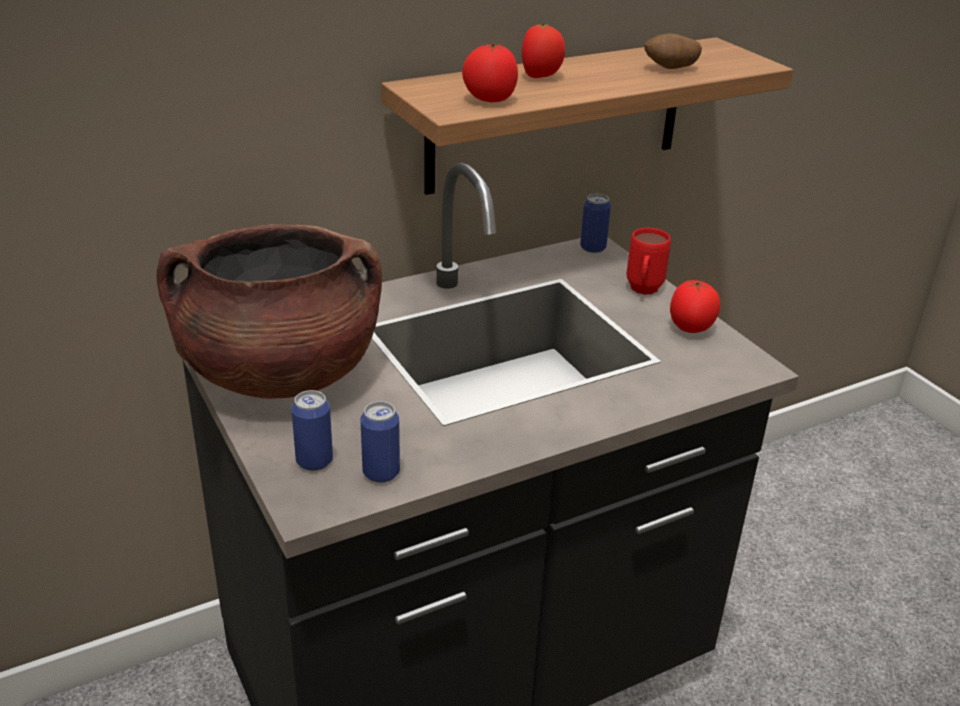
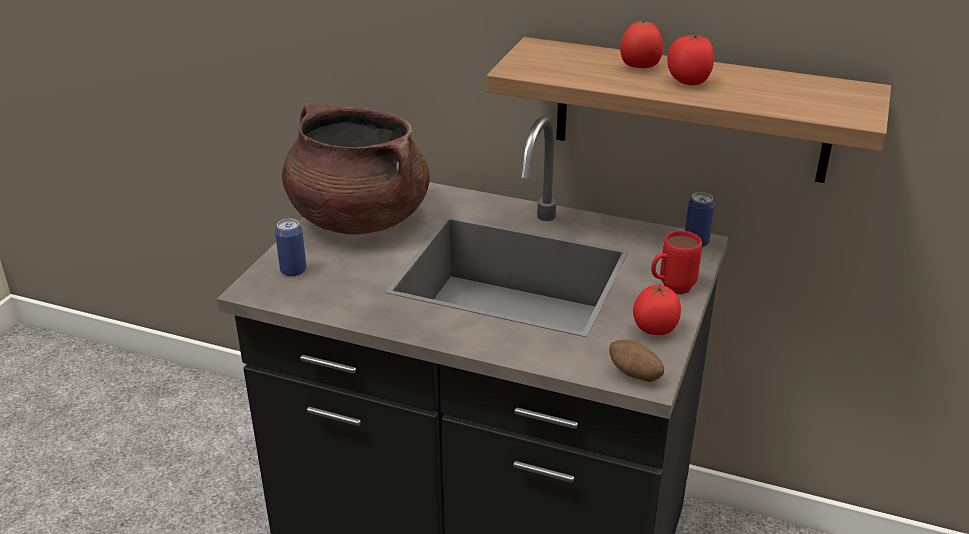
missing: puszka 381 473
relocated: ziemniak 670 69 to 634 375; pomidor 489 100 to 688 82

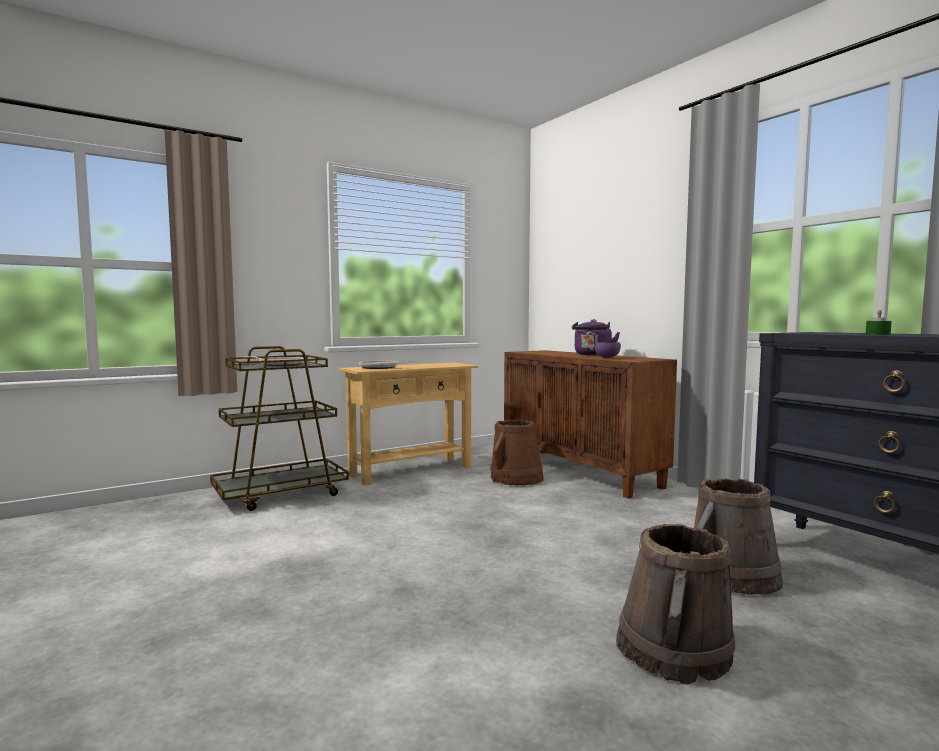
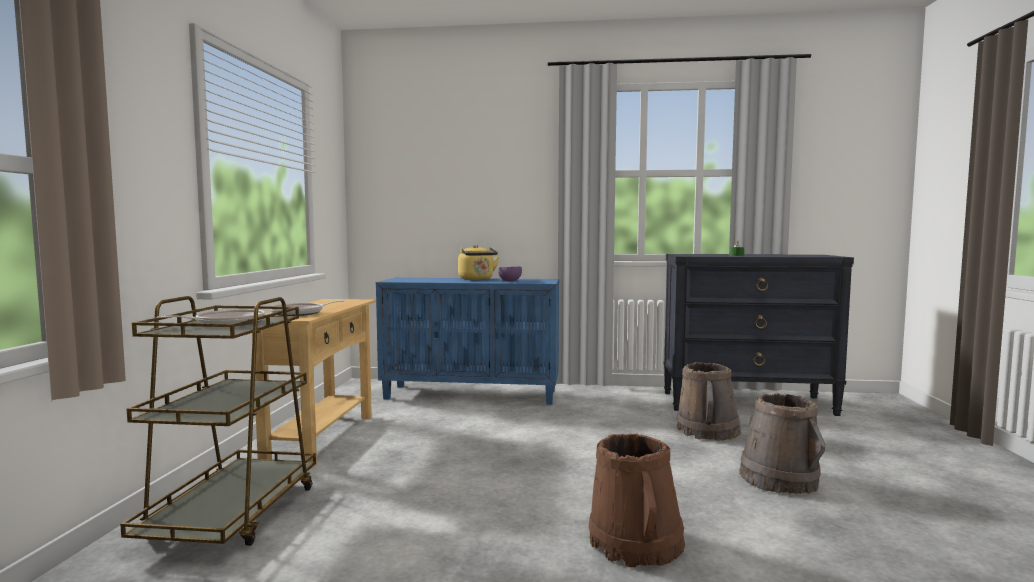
relocated: wiadro (brązowy) 516 479 to 635 543
colour: szafka (brązowy) 581 471 to szafka (niebieski) 472 394; czajnik (fioletowy) 592 355 to czajnik (żółty) 477 279

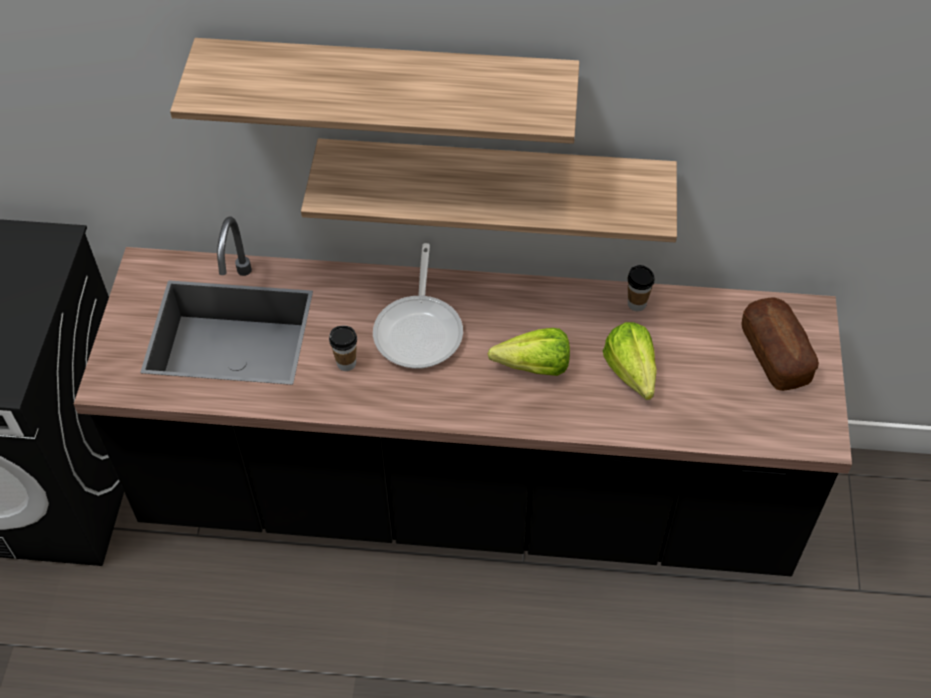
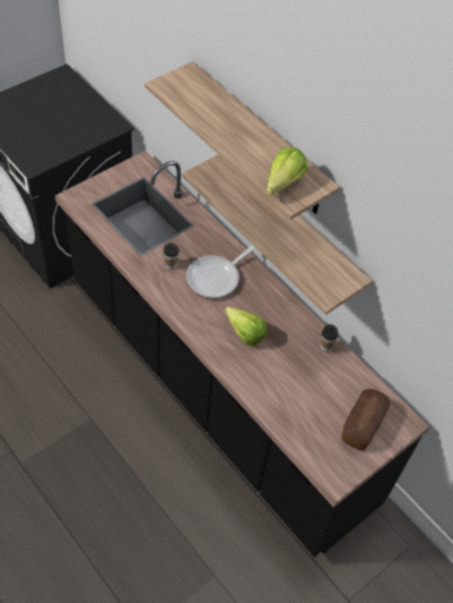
relocated: sałata 632 378 to 279 186

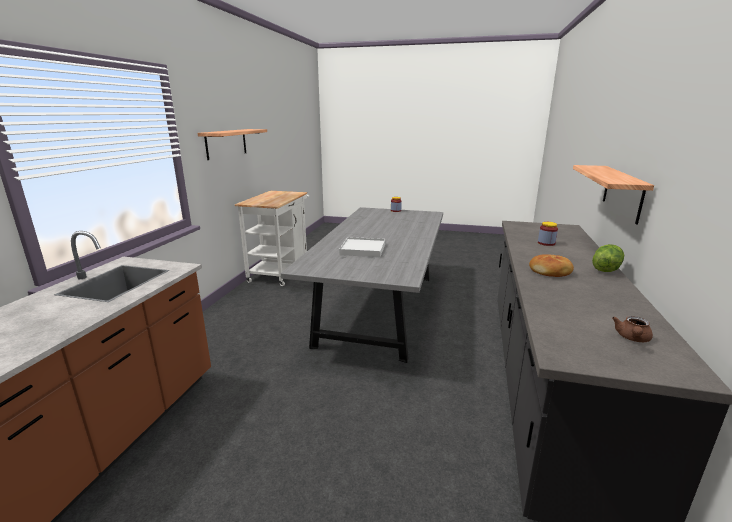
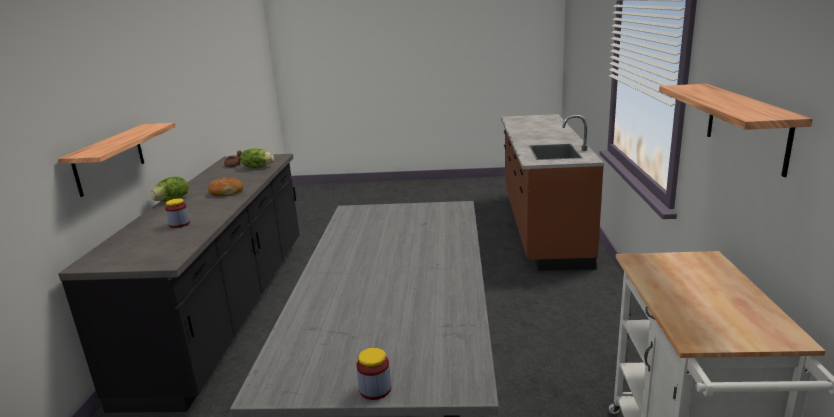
missing: taca (biały) 363 249
appeared: sałata 257 167

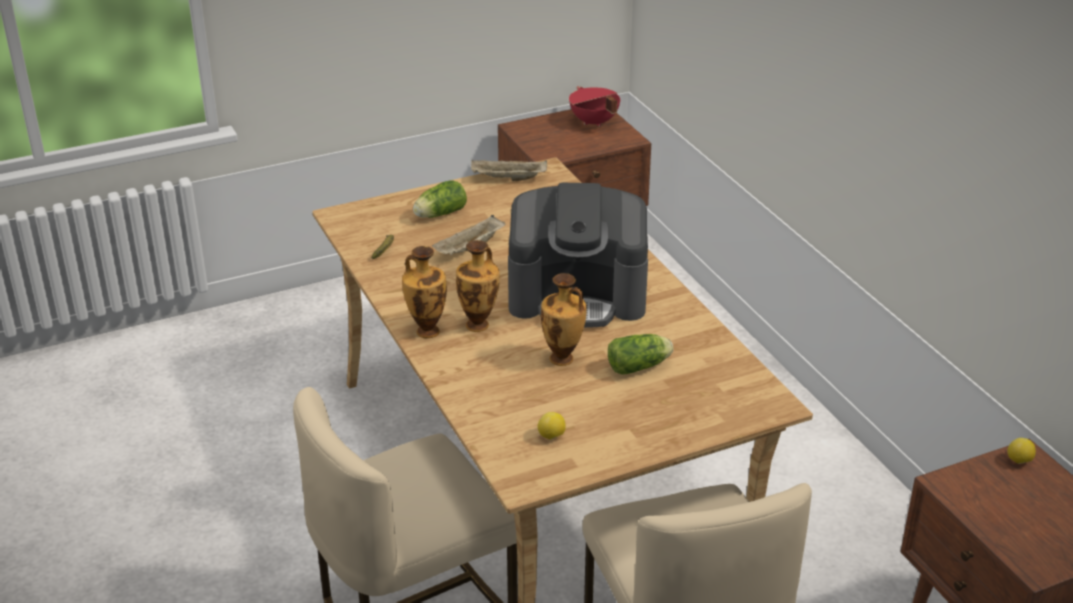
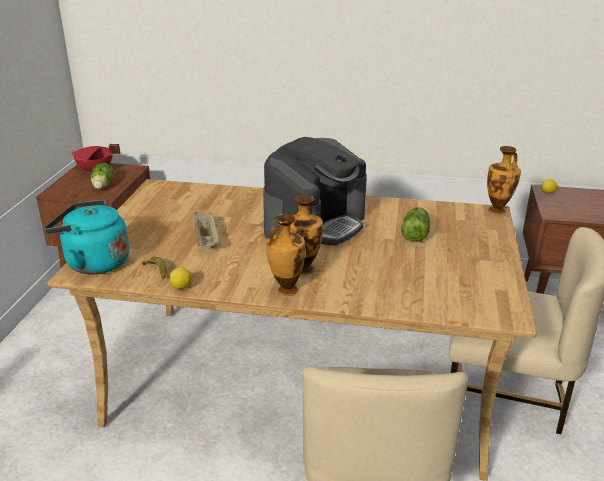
missing: taca (beżowy) 508 179
appeared: czajnik (turkusowy) 94 263
relocated: sałata 439 214 to 102 186; cytryna 551 436 to 181 287; wazon 563 359 to 498 210

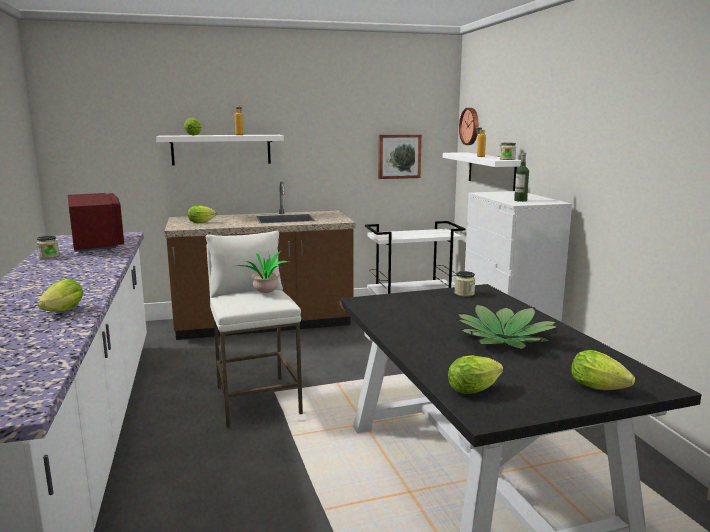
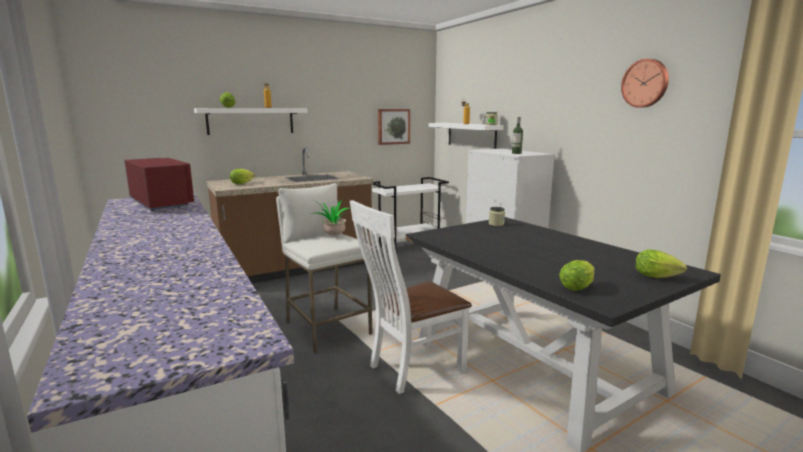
missing: słoik 49 256; sałata 61 312; roślina doniczkowa 504 338
appeared: krzesło (biały) 411 369
relocated: zegar ścienny 470 126 to 645 83

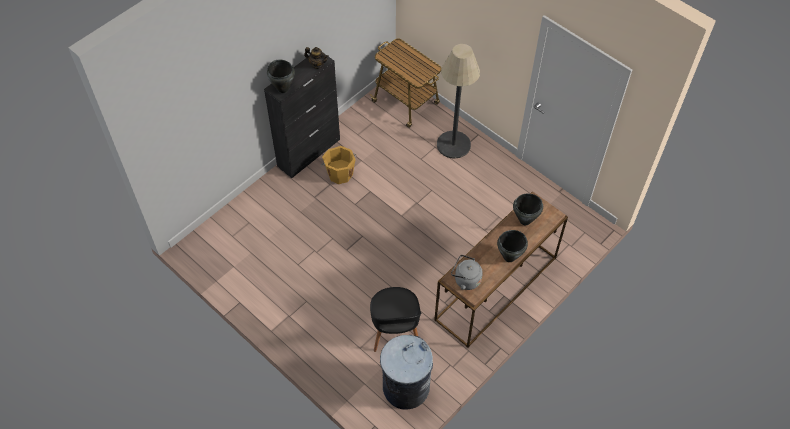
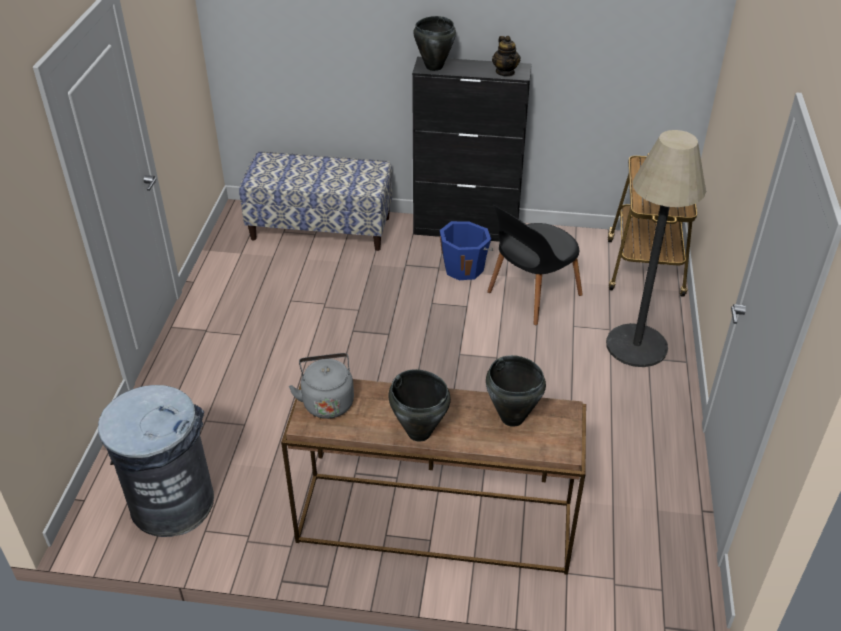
appeared: ławka 321 228
relocated: krzesło (czarny) 395 331 to 531 295
colour: wiadro (pomarańczowy) 340 173 to wiadro (niebieski) 464 268

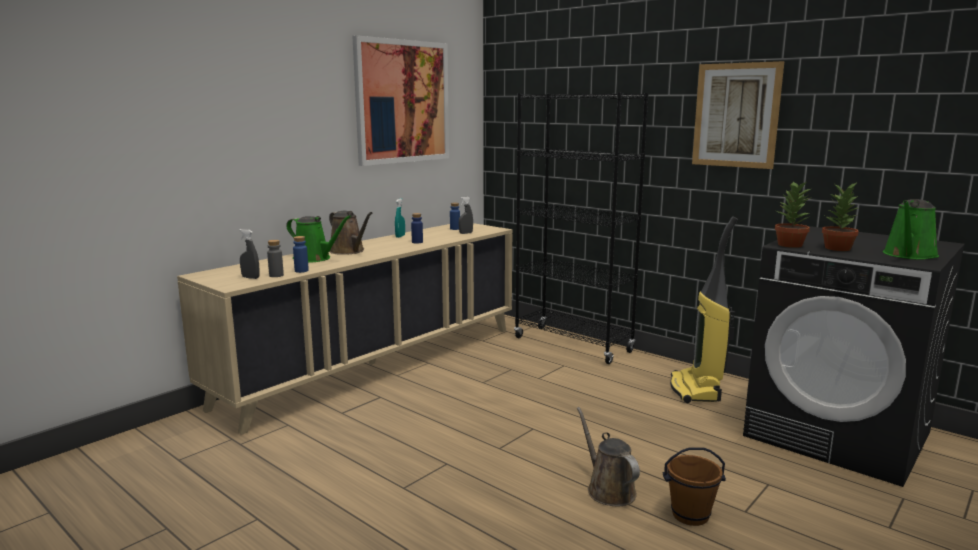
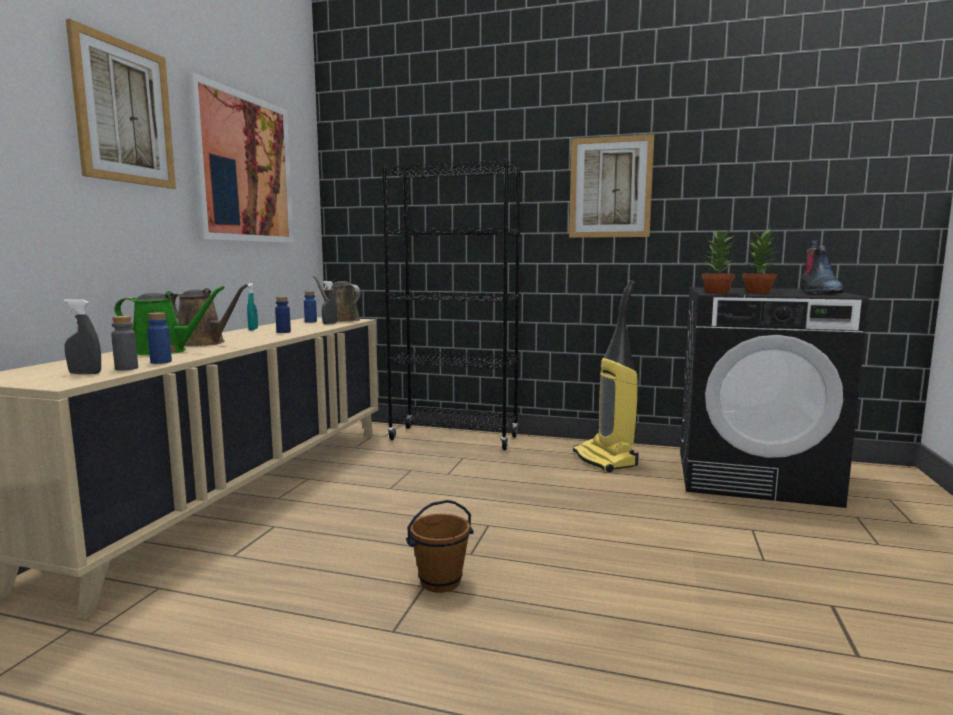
appeared: obraz 124 113
relocated: konewka (brązowy) 608 489 to 340 320; wiadro (brązowy) 690 515 to 440 581
exchanged: konewka (zielony) 909 255 to but z cholewką 818 293

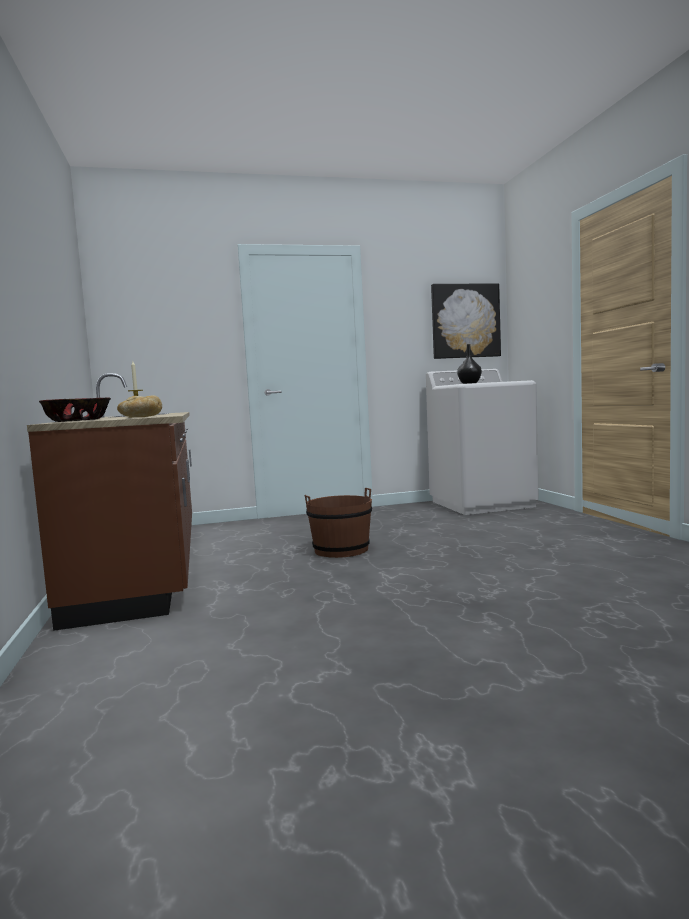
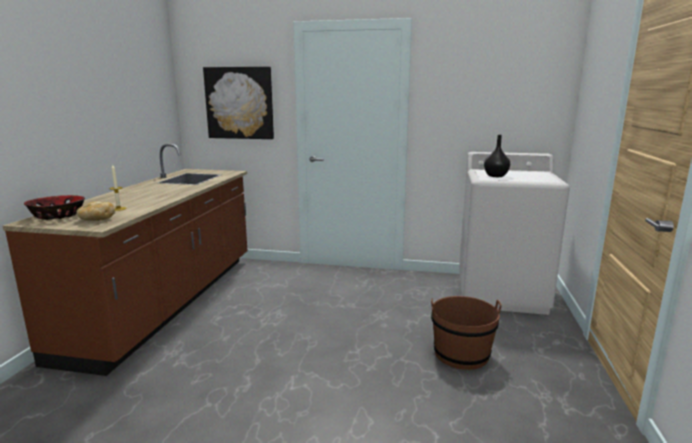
relocated: obraz 465 321 to 239 103; wiadro (brązowy) 341 550 to 461 354

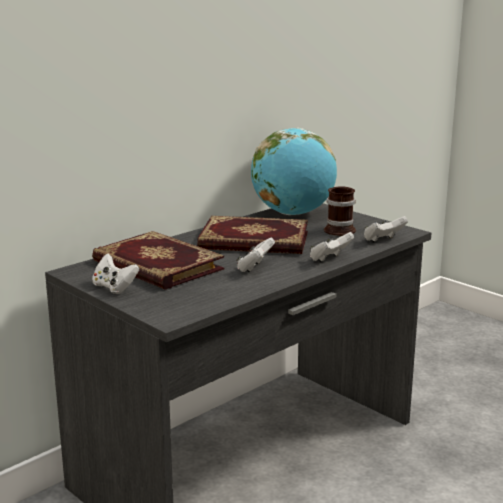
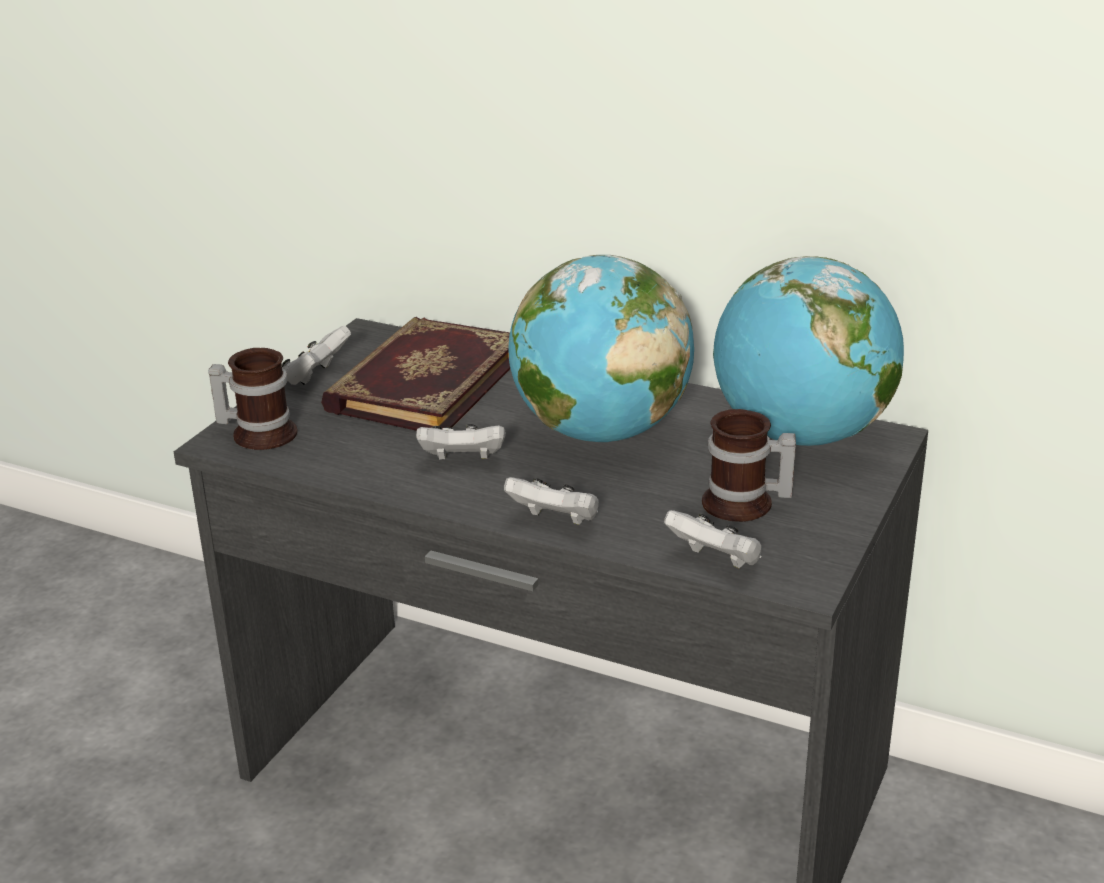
appeared: kubek 259 432
exchanged: książka 254 241 to globus 600 432

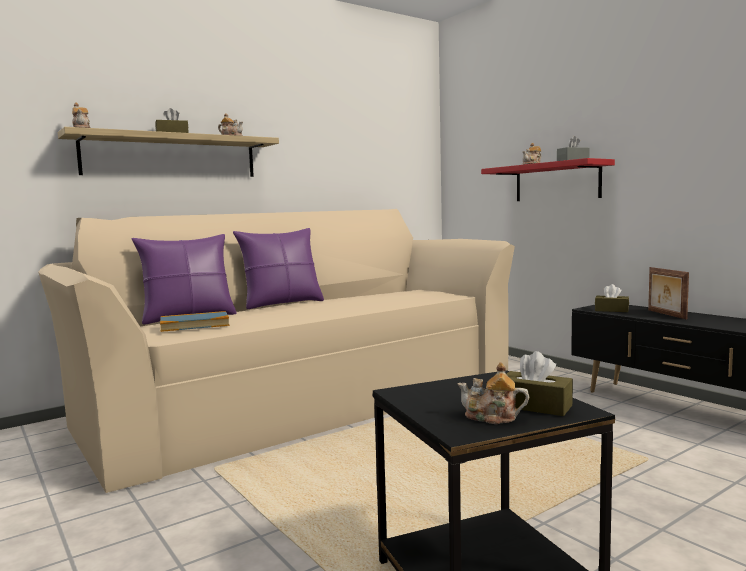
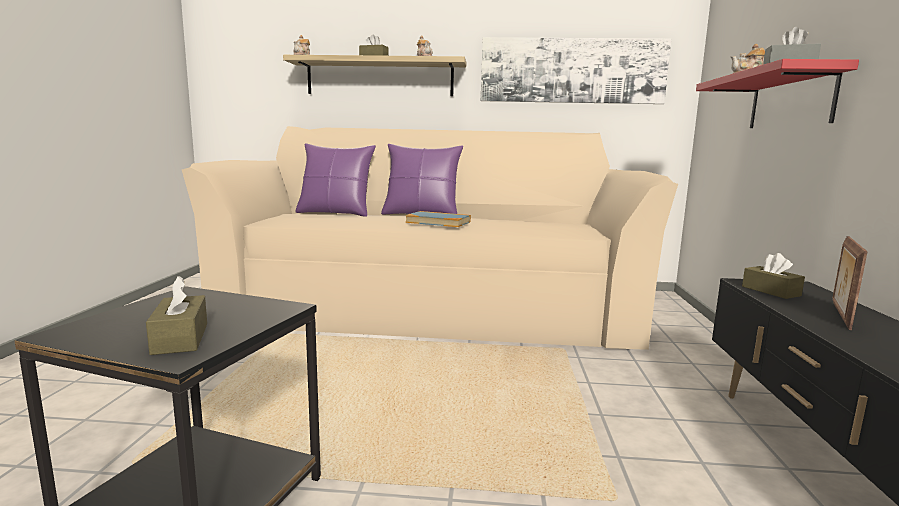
missing: imbryk 492 417
appeared: obraz 572 71
relocated: książka 194 325 to 438 222

